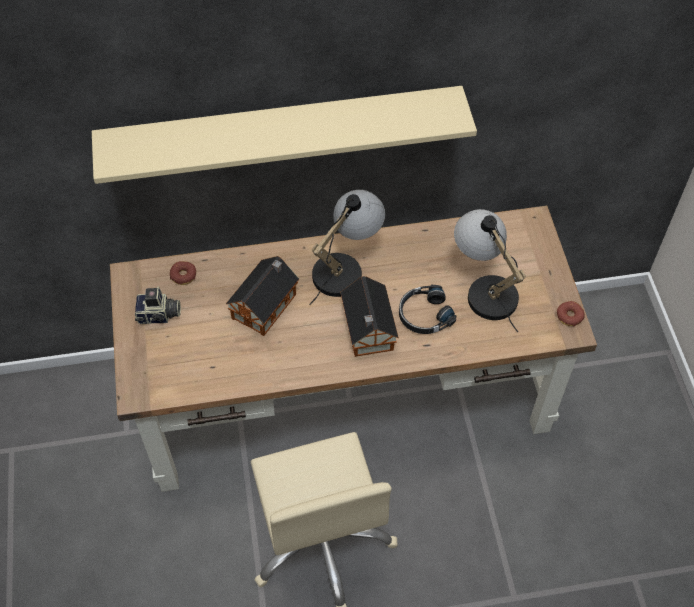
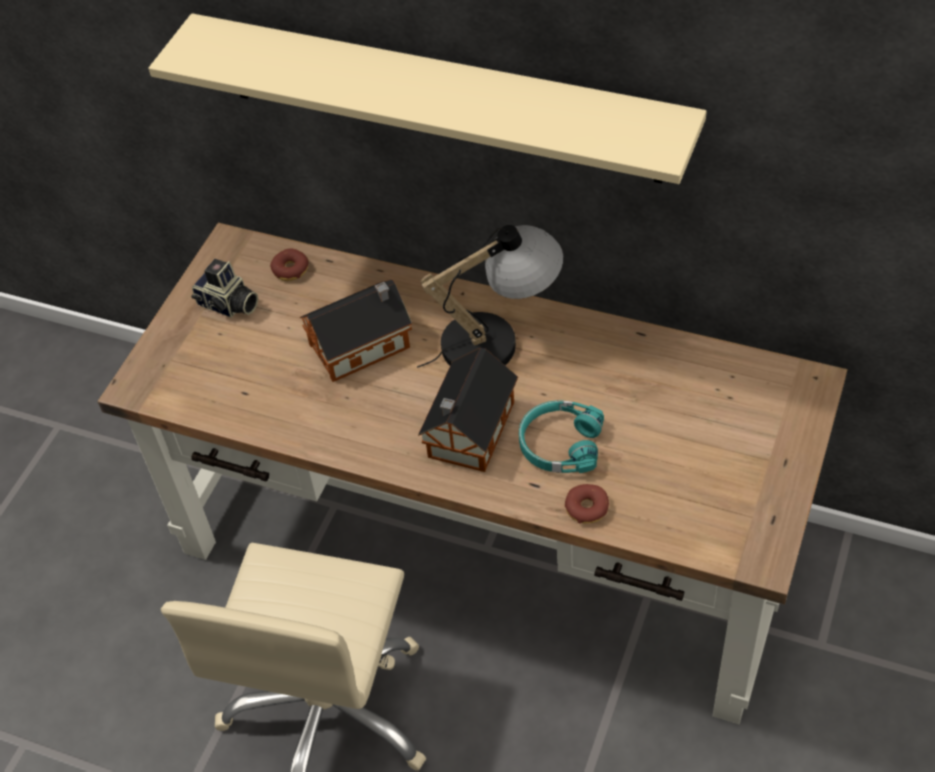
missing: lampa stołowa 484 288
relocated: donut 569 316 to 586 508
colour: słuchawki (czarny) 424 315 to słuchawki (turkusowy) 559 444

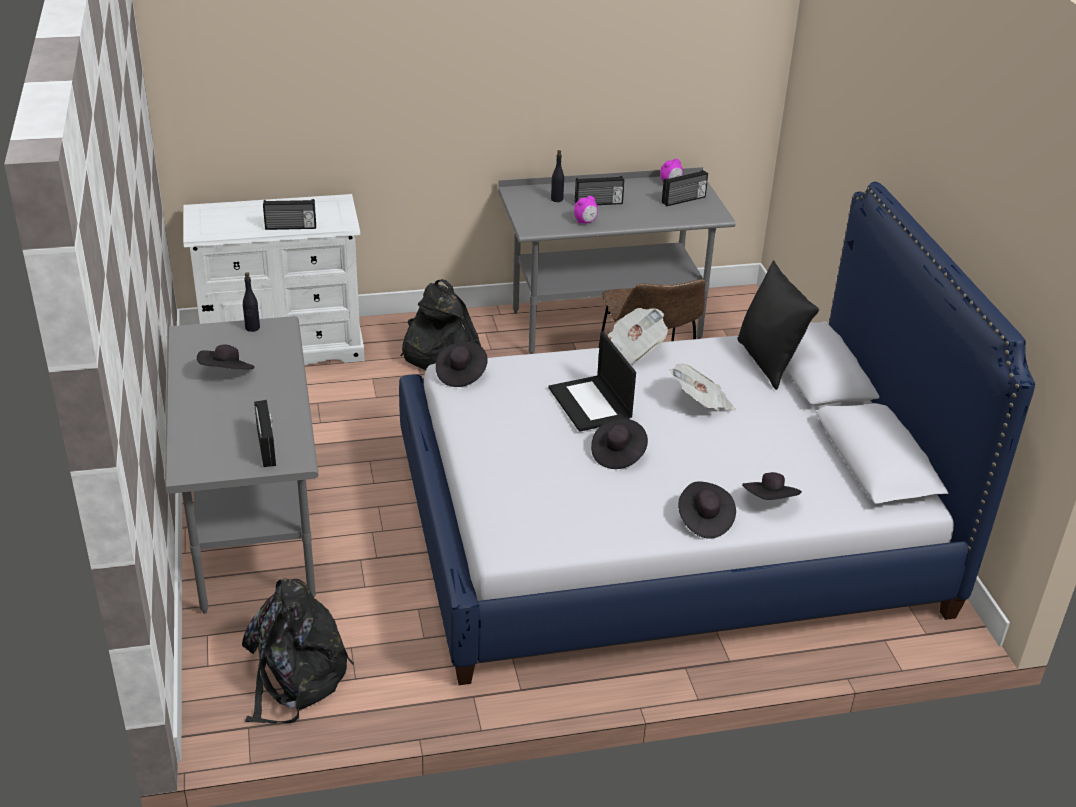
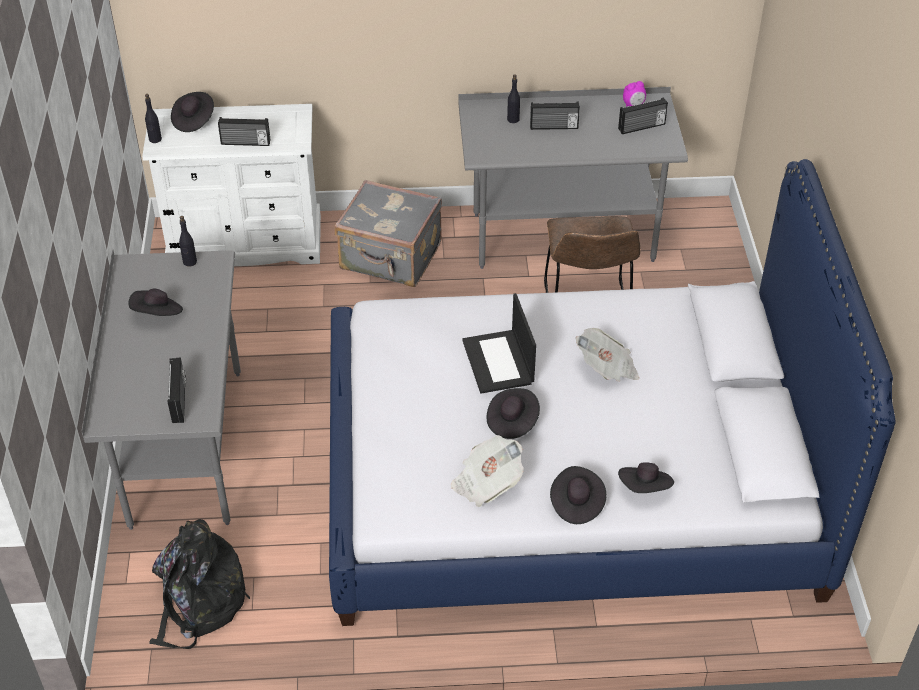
missing: budzik 585 222; poduszka (czarny) 768 362
appeared: butelka (czarny) 155 139
relocated: kapelusz (czarny) 461 374 to 193 120; gazeta 632 351 to 486 483
exchanged: plecak (czarny) 437 352 to walizka (szary) 390 258

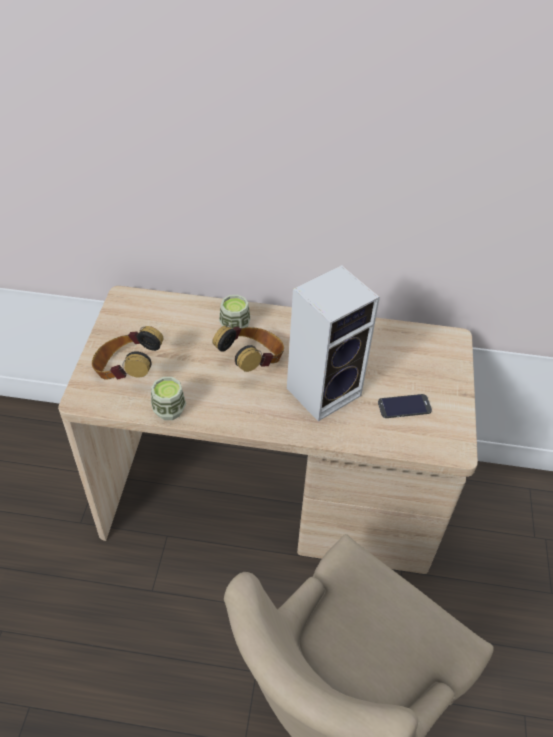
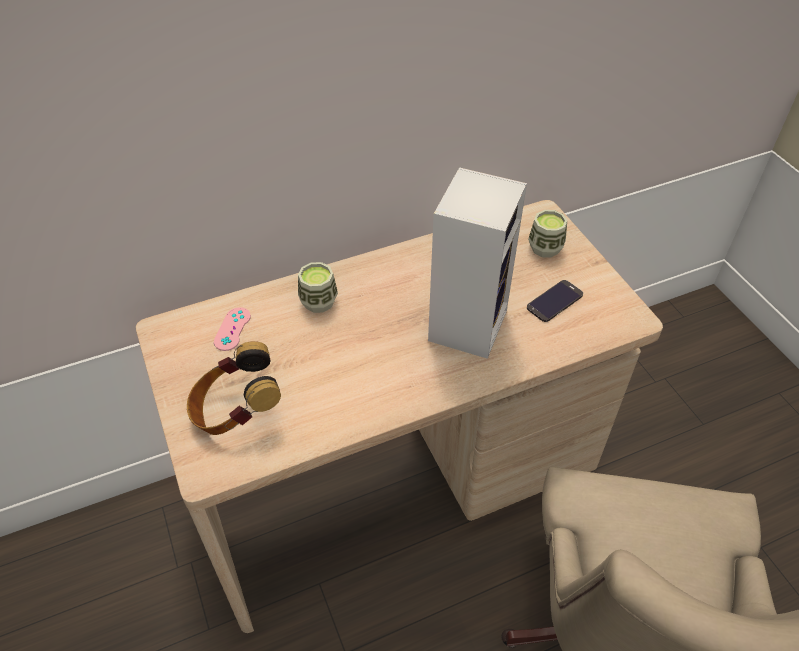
missing: słuchawki 252 362
appeared: pad do gier (różowy) 232 329
relocated: filiżanka 169 410 to 545 248

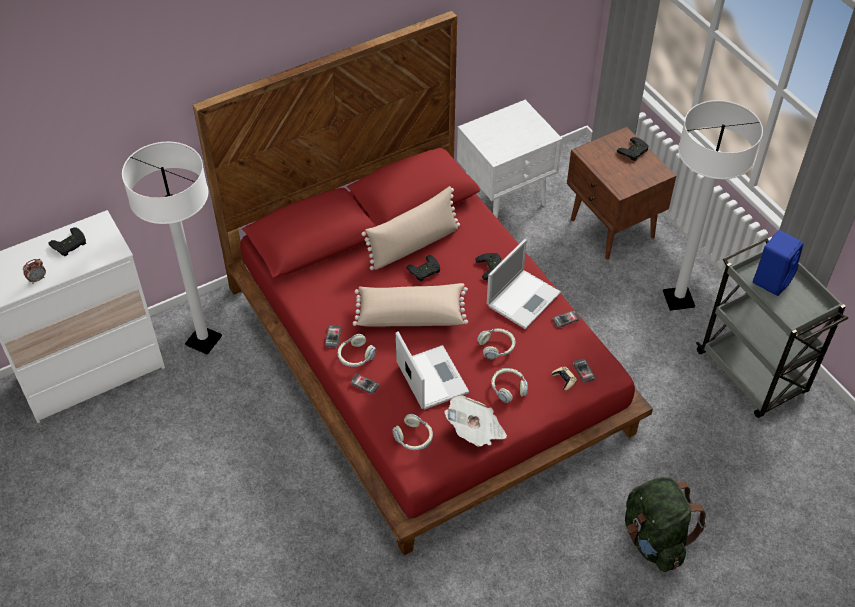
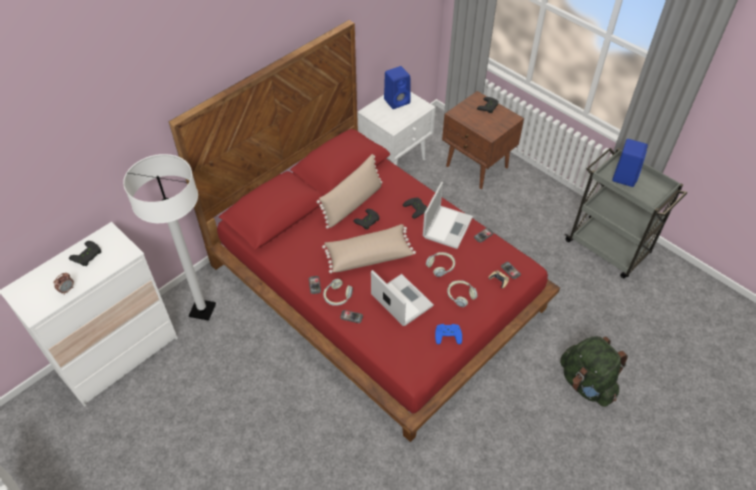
missing: słuchawki 414 438; lampa stojąca (biały) 678 299
appeared: głośnik (niebieski) 397 101
exchanged: gazeta 475 431 to pad do gier (niebieski) 448 334

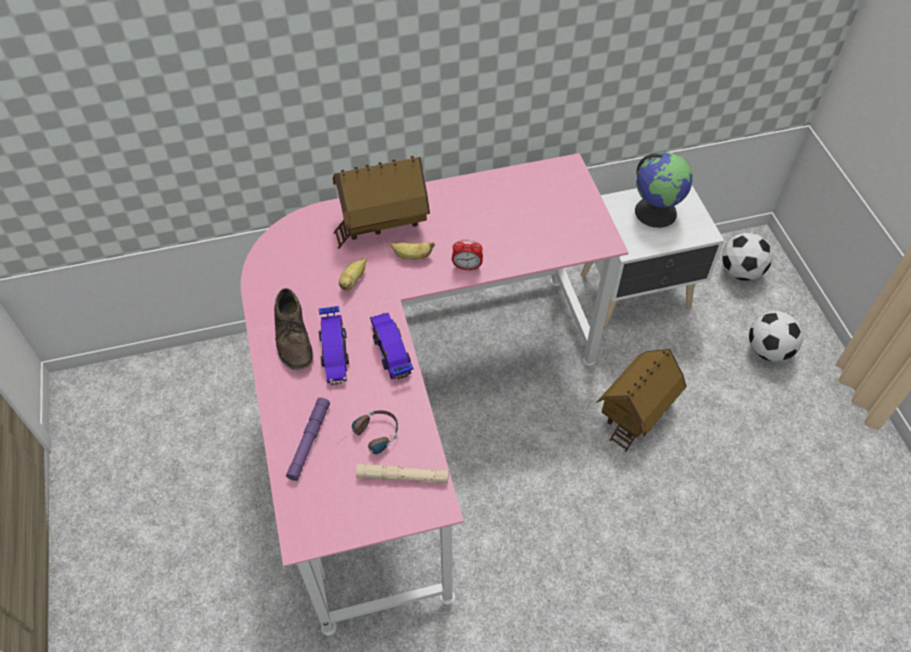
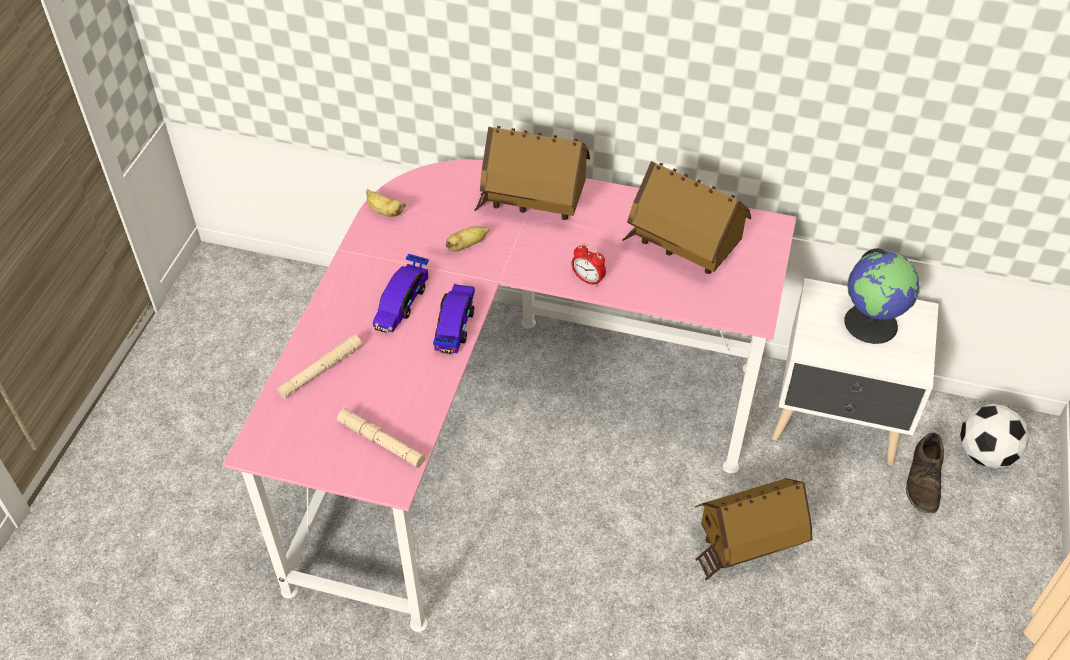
missing: słuchawki 370 439; piłka futbolowa 768 350
appeared: domek 683 250
relocated: banan 412 256 to 384 211; but (brązowy) 293 337 to 924 480
colour: latarka (fioletowy) 309 441 to latarka (beżowy) 321 370

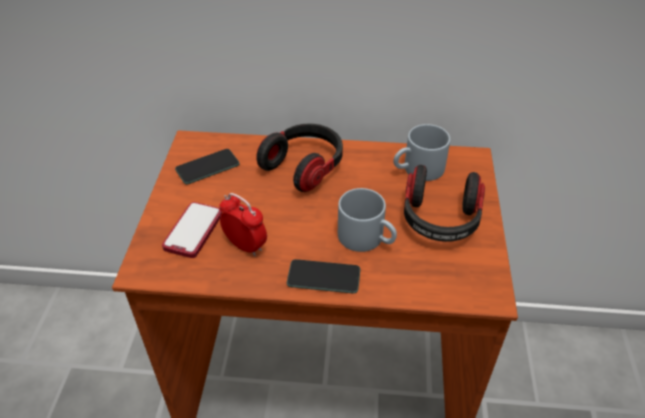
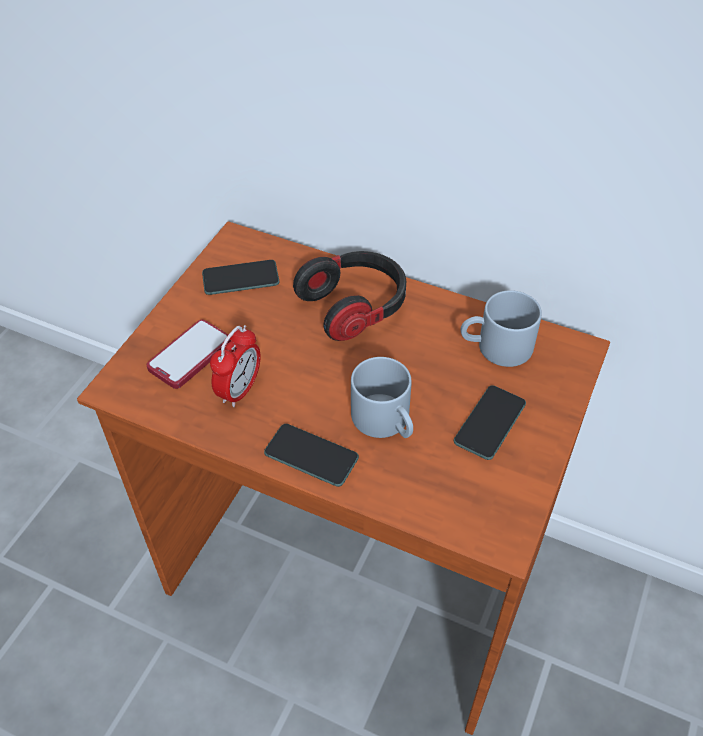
exchanged: słuchawki 440 220 to telefon 490 423
spun: budzik 245 245 = 239 390 60 degrees clockwise

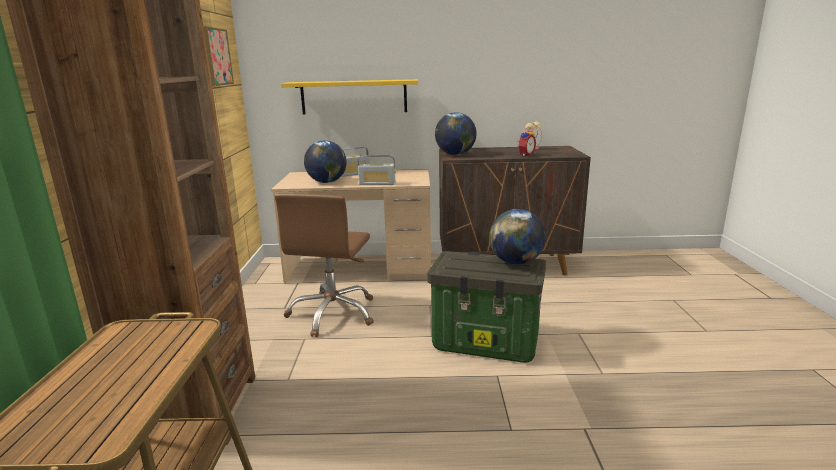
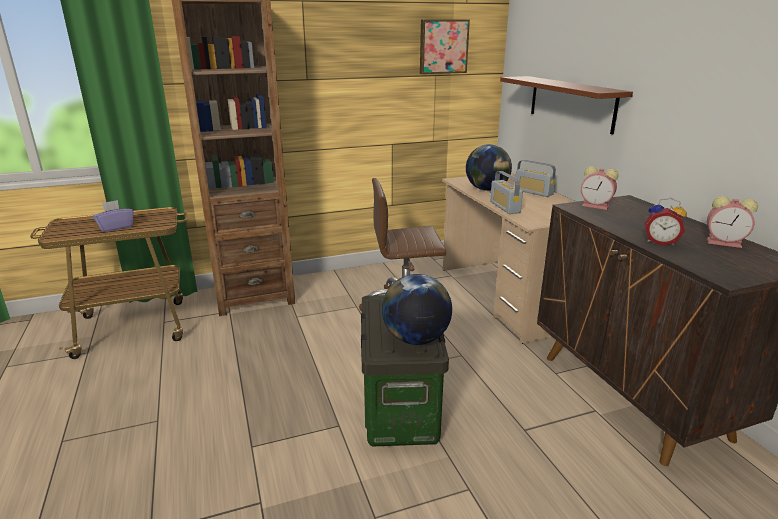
appeared: pudełko chusteczek (fioletowy) 116 227
exchanged: globus 455 154 to budzik 596 206
colour: półka (żółty) 354 97 to półka (brązowy) 571 103

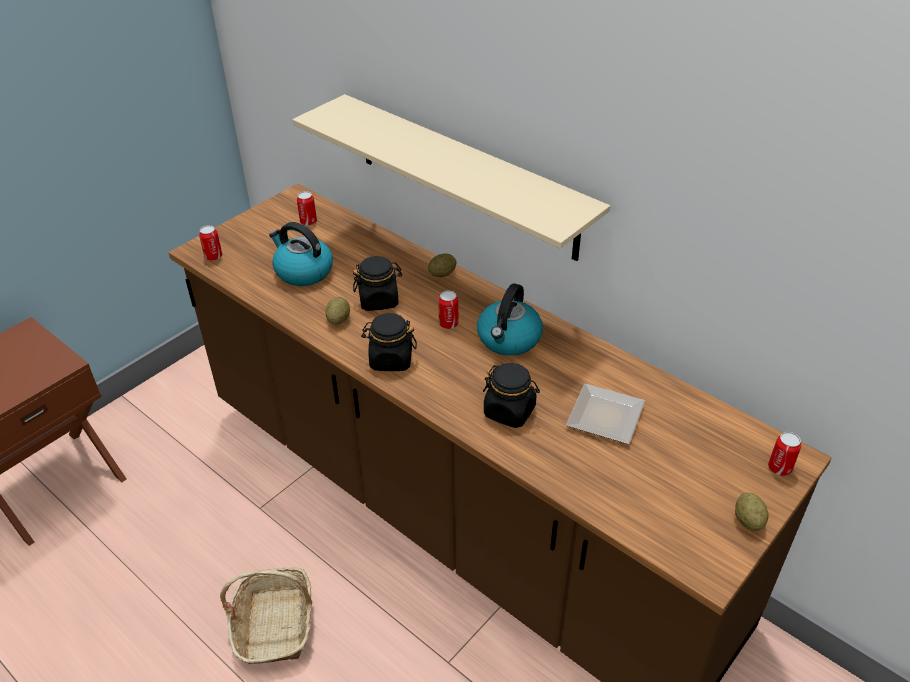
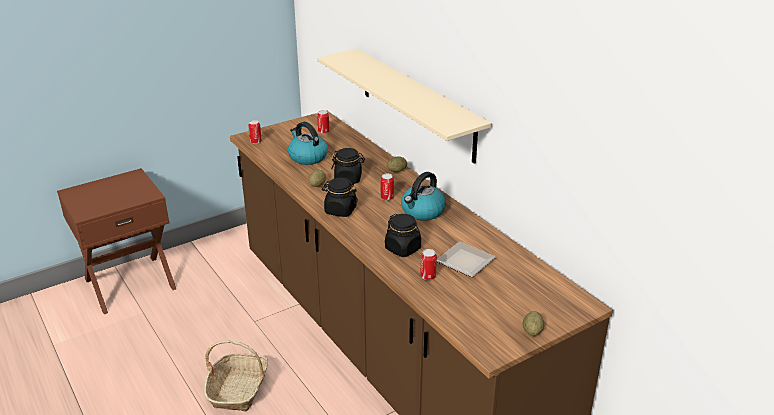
relocated: puszka 779 468 to 428 276

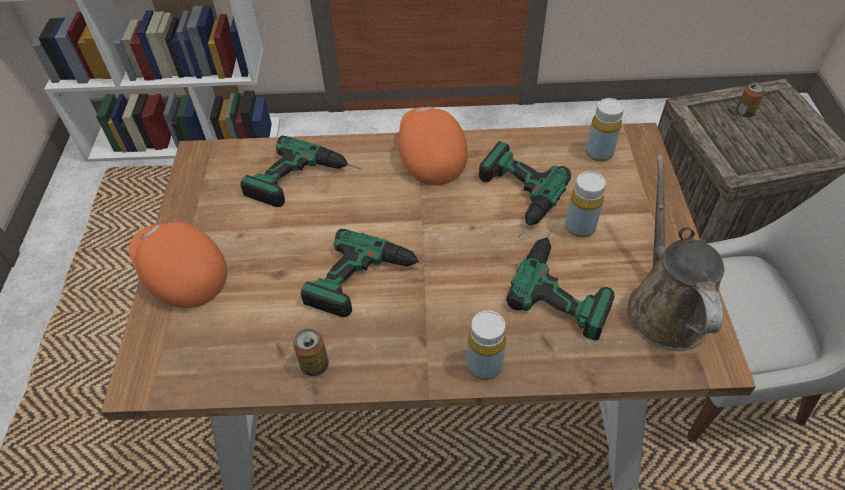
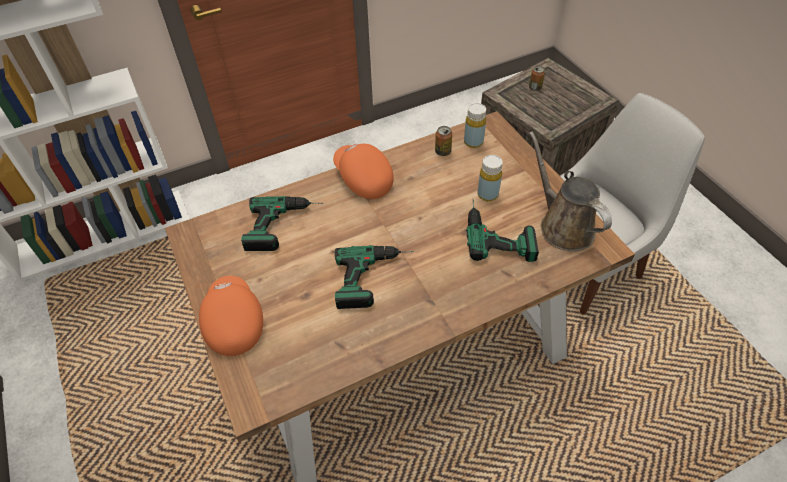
missing: butelka (żółty) 484 365; wiertarka 512 197
relocated: puszka 314 365 to 443 151
spun: czapka z daszkiem (pomarańczowy) 181 275 = 233 322 60 degrees clockwise

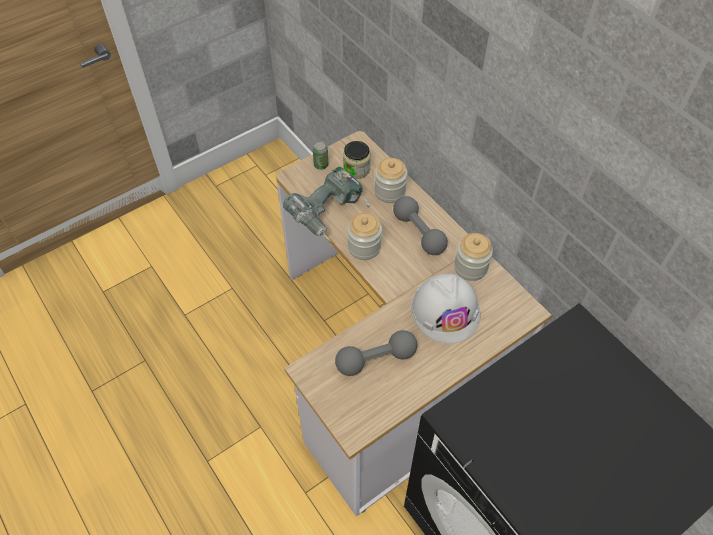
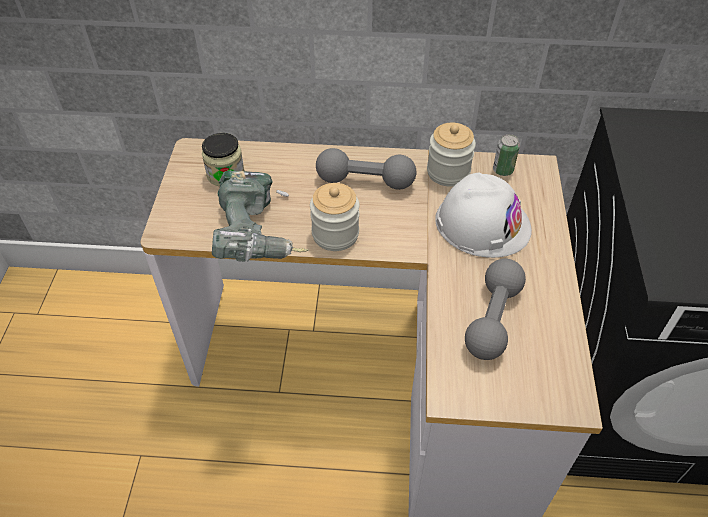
missing: słoik 390 192
relocated: puszka 321 165 to 503 170

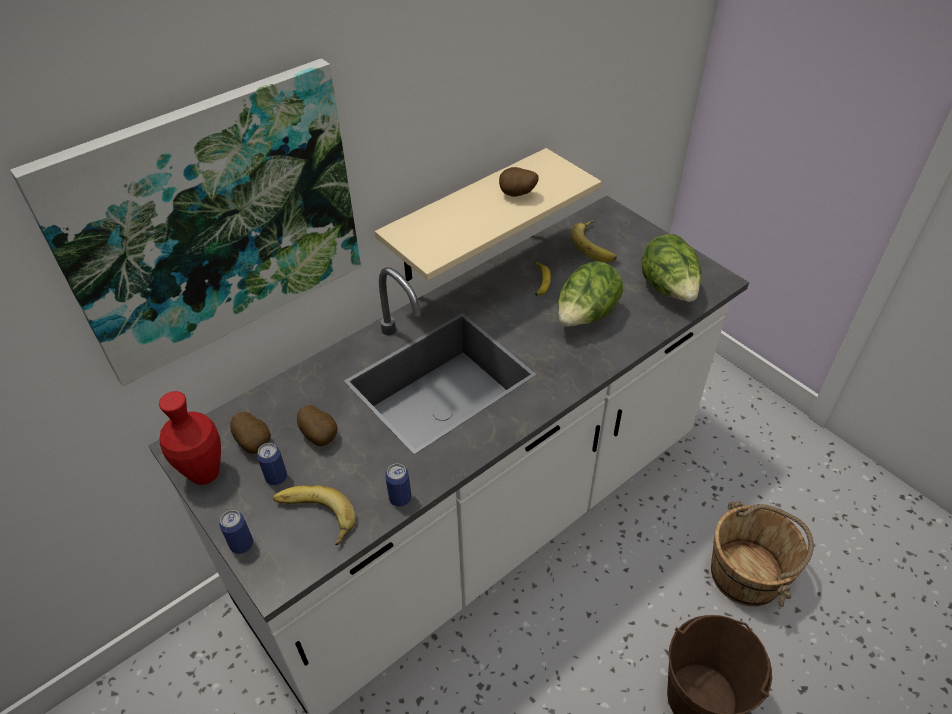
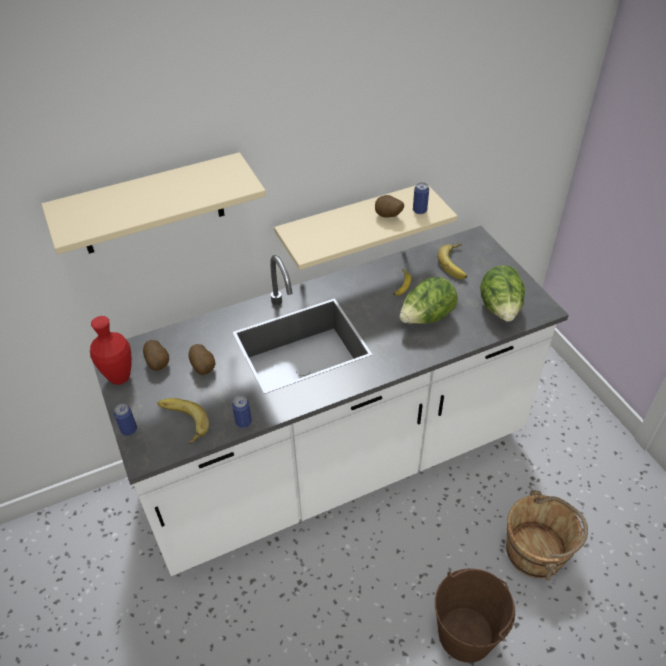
relocated: puszka 276 477 to 419 210
exchanged: obraz 214 222 to półka (beżowy) 151 205

